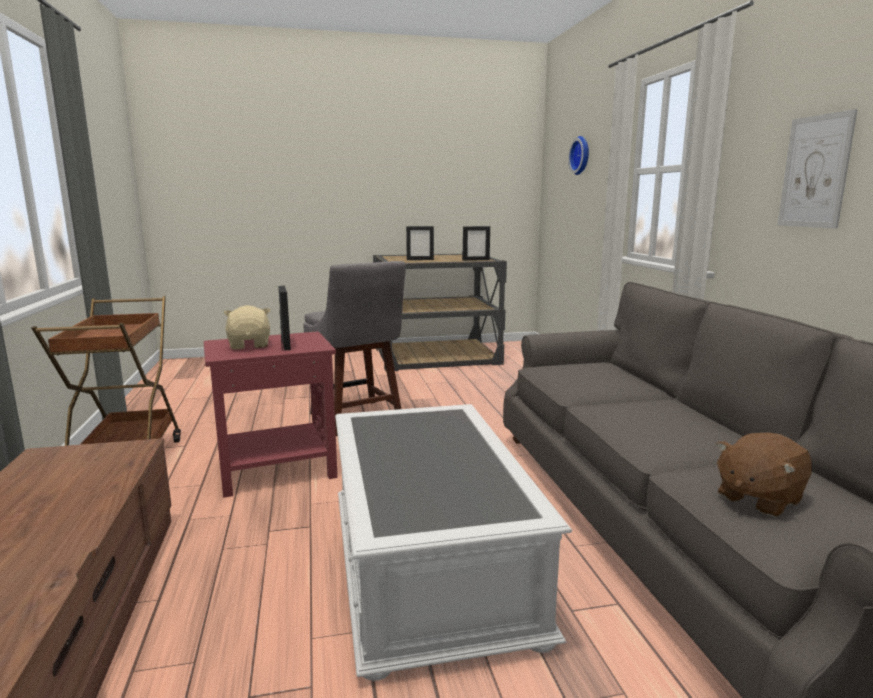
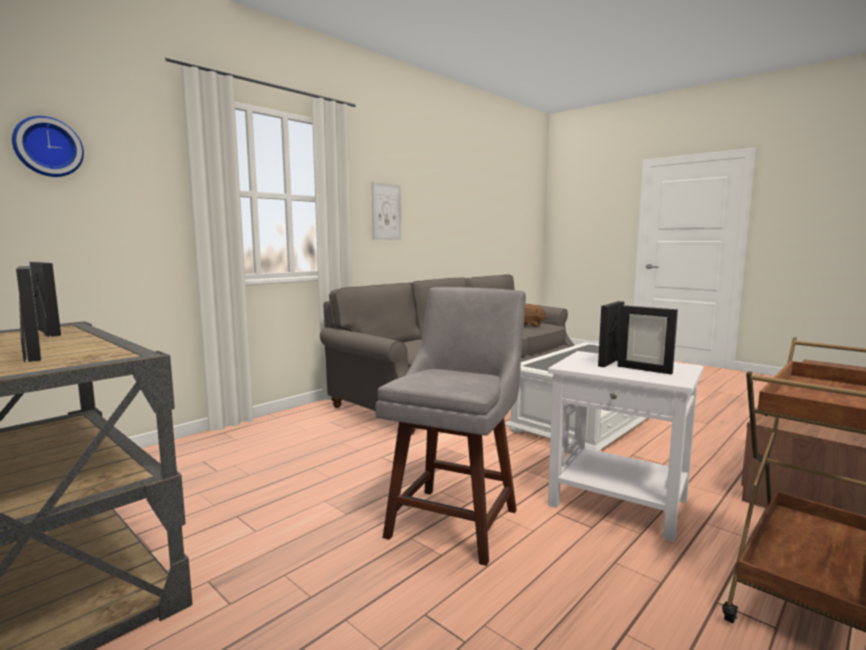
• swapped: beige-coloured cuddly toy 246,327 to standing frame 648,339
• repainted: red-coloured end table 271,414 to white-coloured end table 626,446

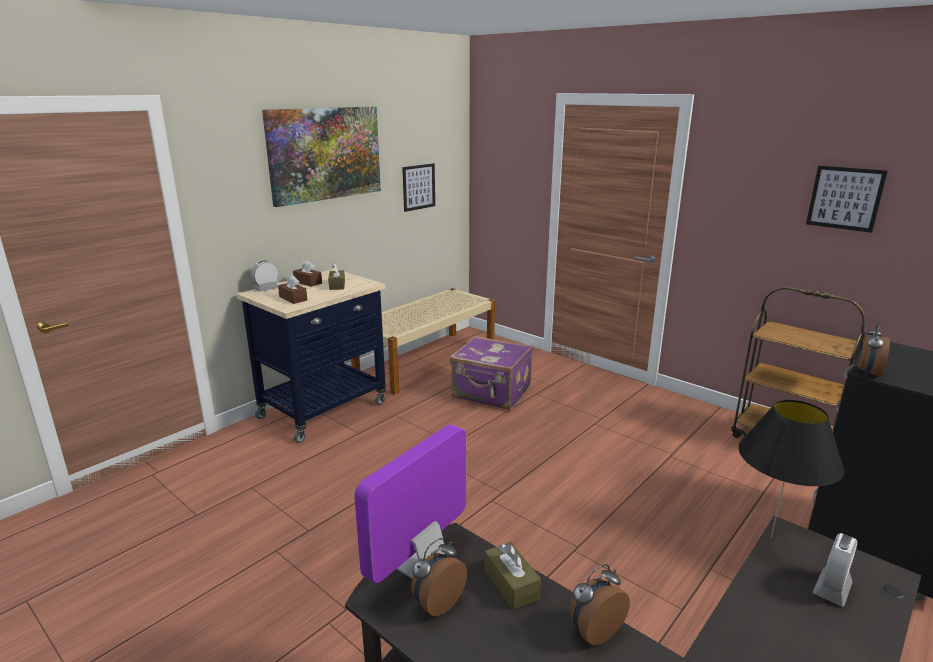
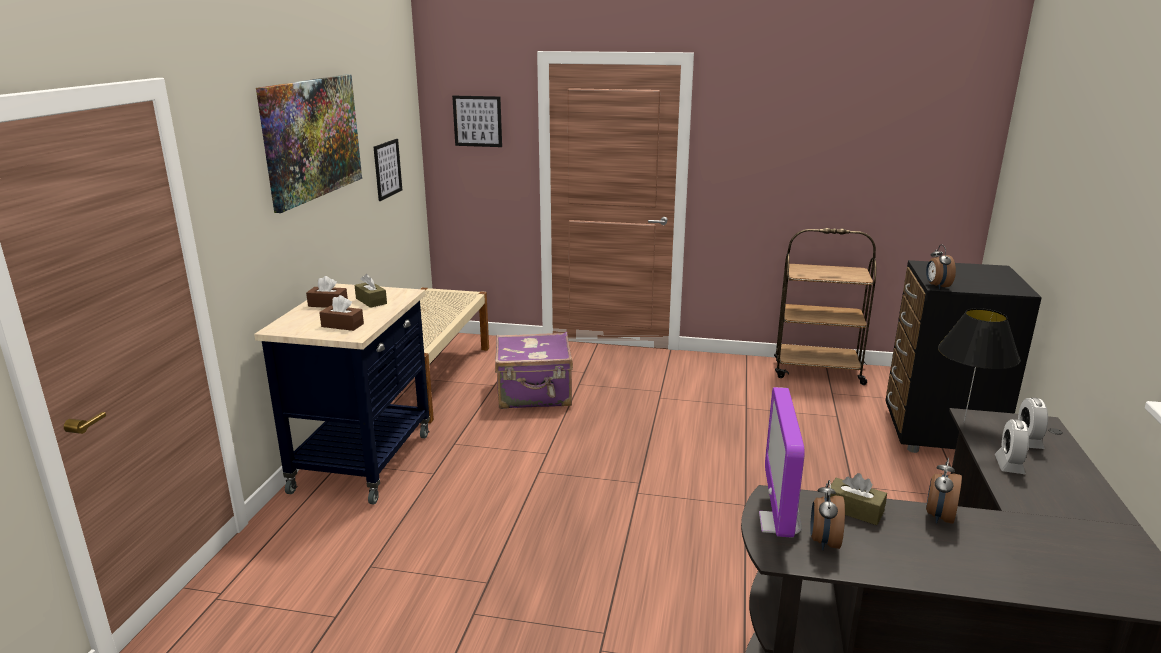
• shifted: wall picture 847,199 to 477,121
• shifted: table clock 264,276 to 1012,446

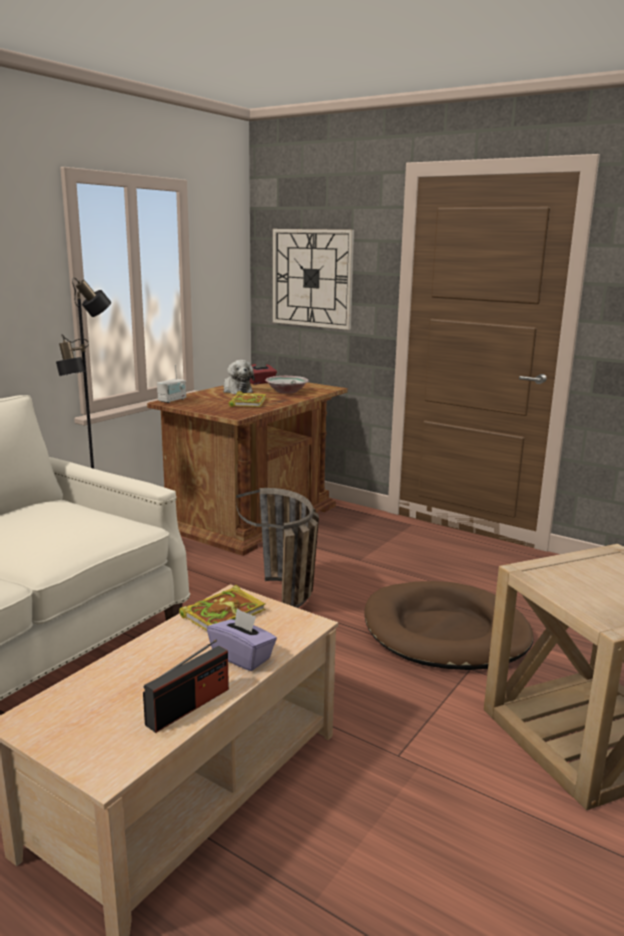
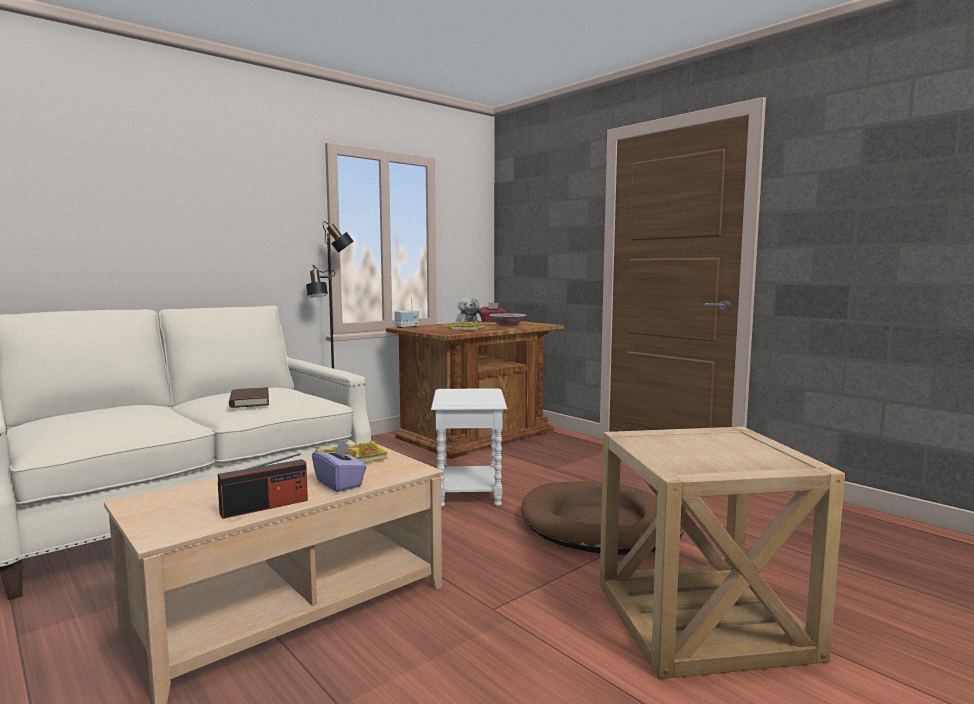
• gone: wall clock 313,279
• swapped: household basket 277,548 to white-coloured end table 469,447
• new: brownish bound book 249,397

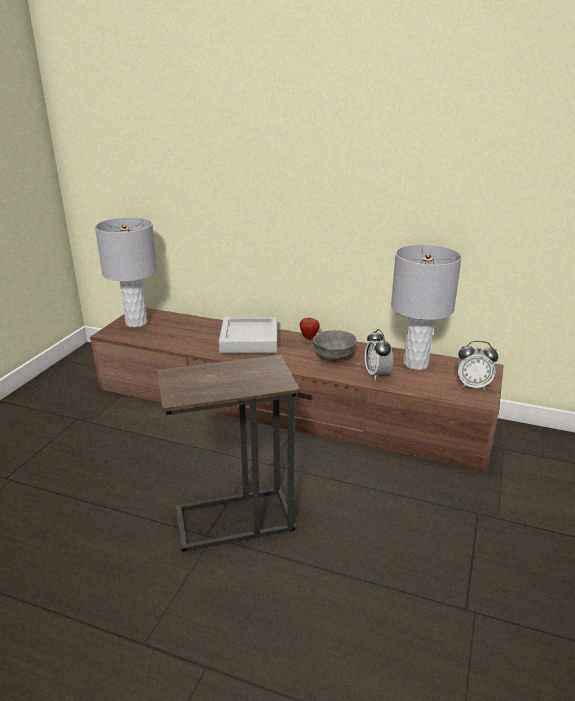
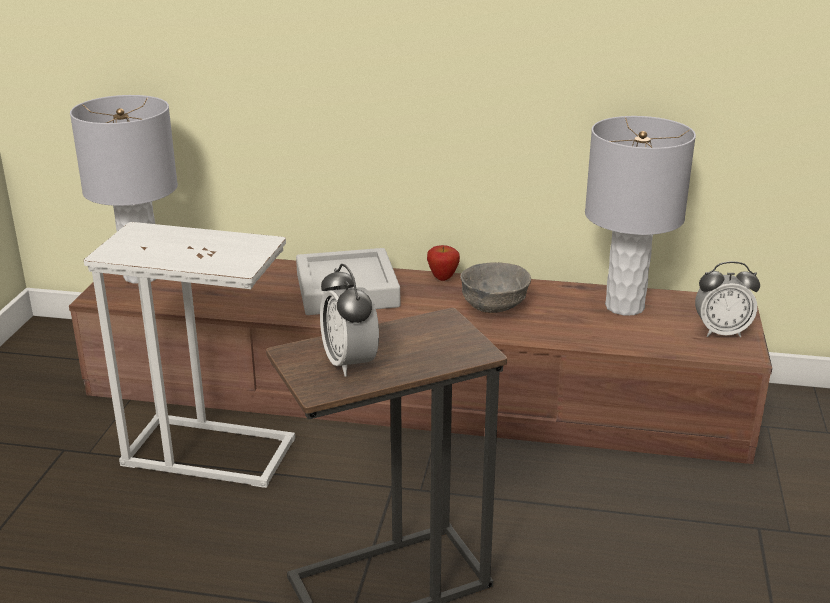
• shifted: table clock 379,354 to 349,320
• new: white-coloured end table 189,355

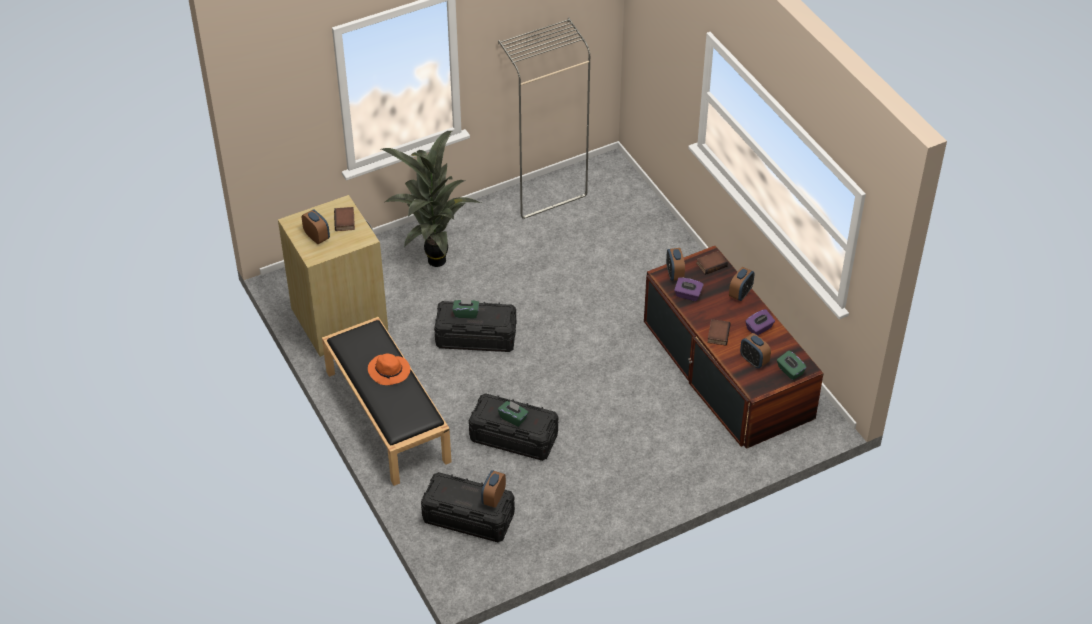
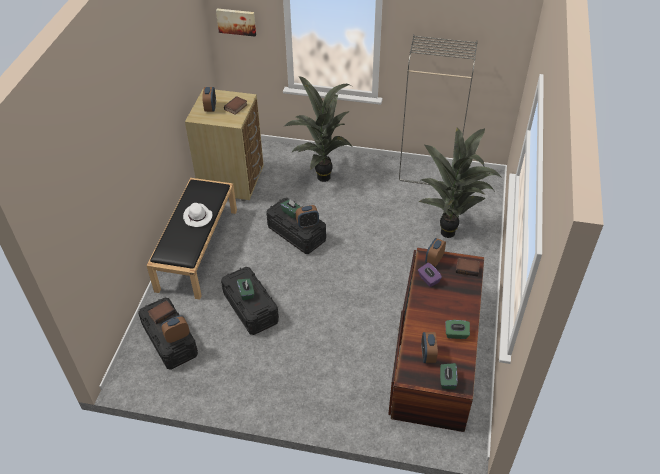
• shifted: table clock 742,284 to 307,216
• repainted: purple box of tissues 760,322 to green-coloured box of tissues 457,329
• shifted: bound book 719,332 to 162,312
• repainted: orangey wearable hat 389,369 to white-coloured wearable hat 197,215
• new: wall picture 236,22
• new: plant in a pot 460,183

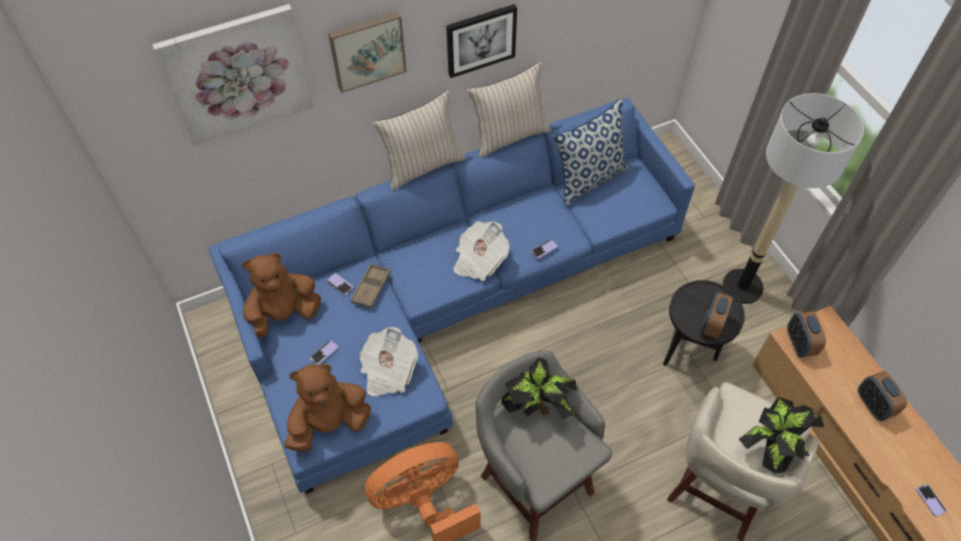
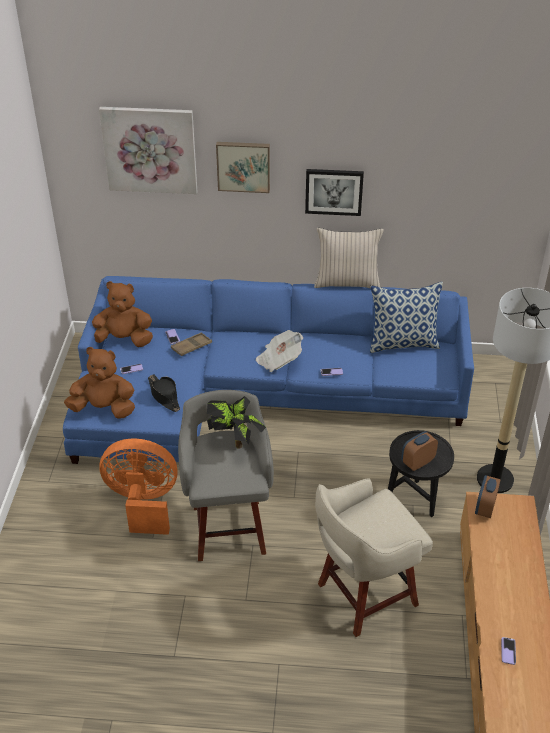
• gone: beige-coloured cushion 419,140
• swapped: newspaper 388,361 to black wearable hat 164,393
• gone: table clock 882,396
• gone: plant in a pot 781,435

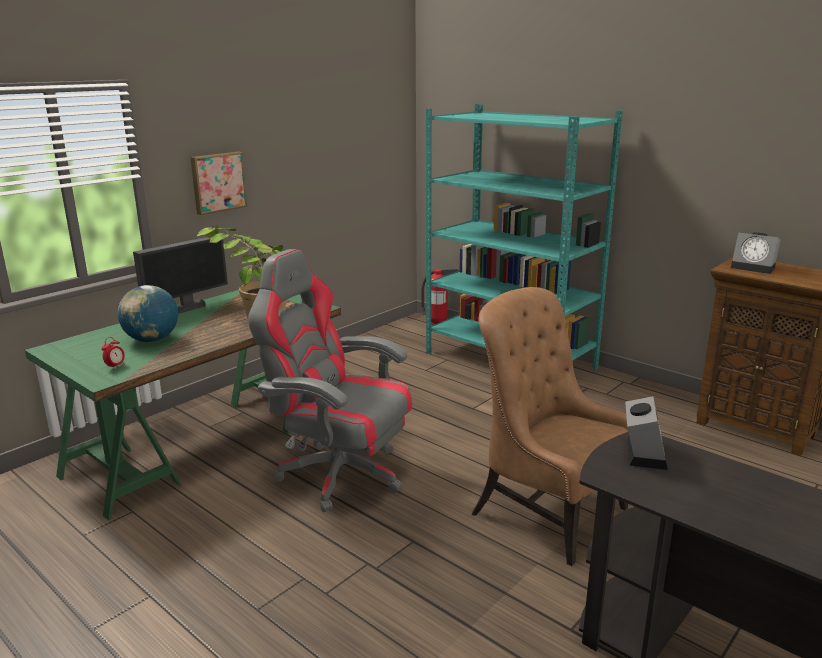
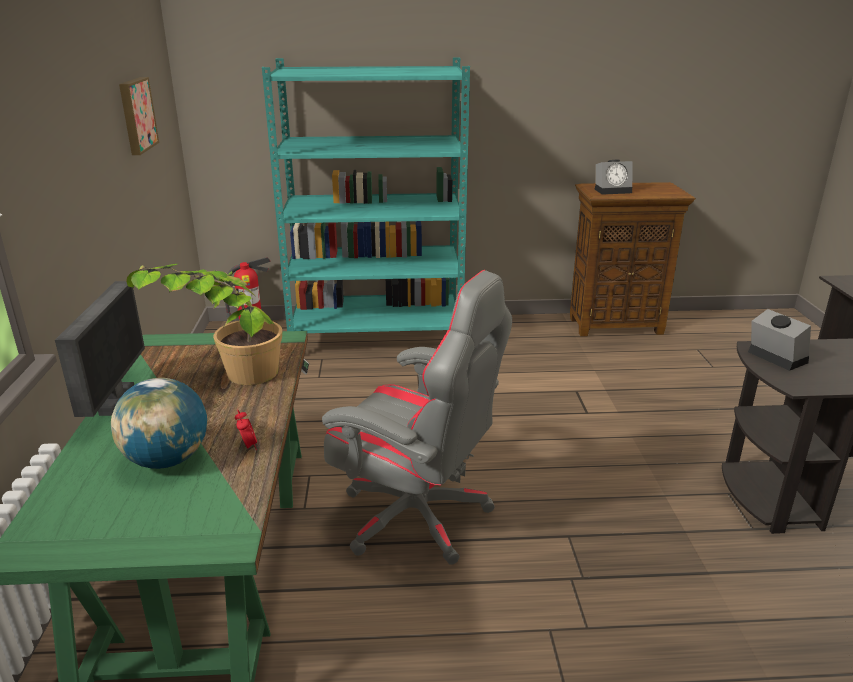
• shifted: wall picture 218,183 to 139,116
• rotated: grey office chair 330,381 = 417,417 135 degrees counterclockwise
• gone: brownish plain chair 550,426
• shifted: table clock 113,353 to 246,430

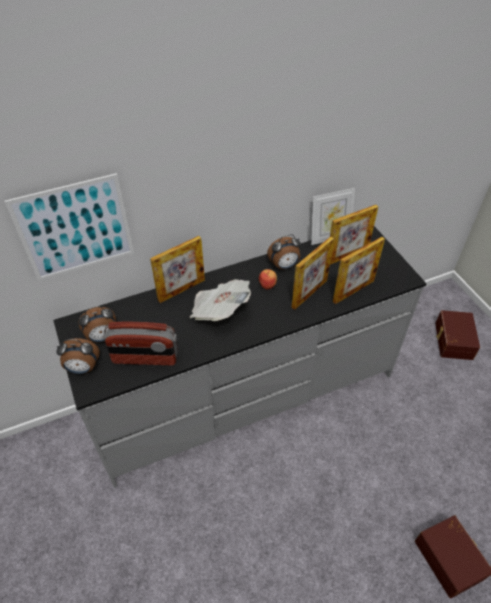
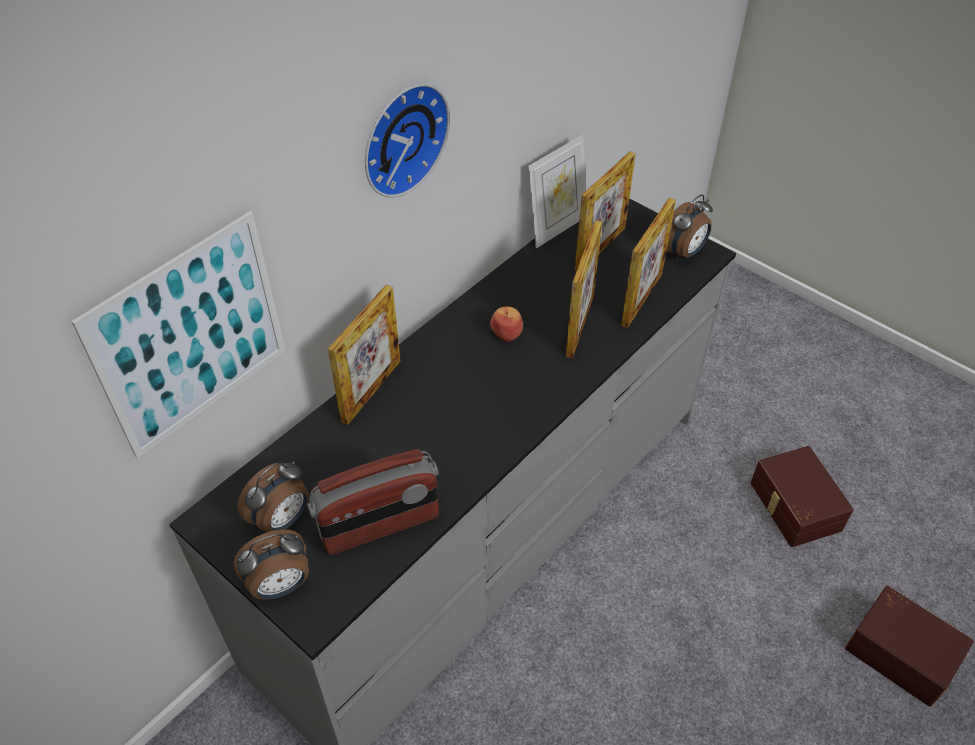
• shifted: table clock 284,251 to 690,228
• gone: newspaper 220,300
• shifted: brownish storage box 457,335 to 802,496
• new: wall clock 407,140

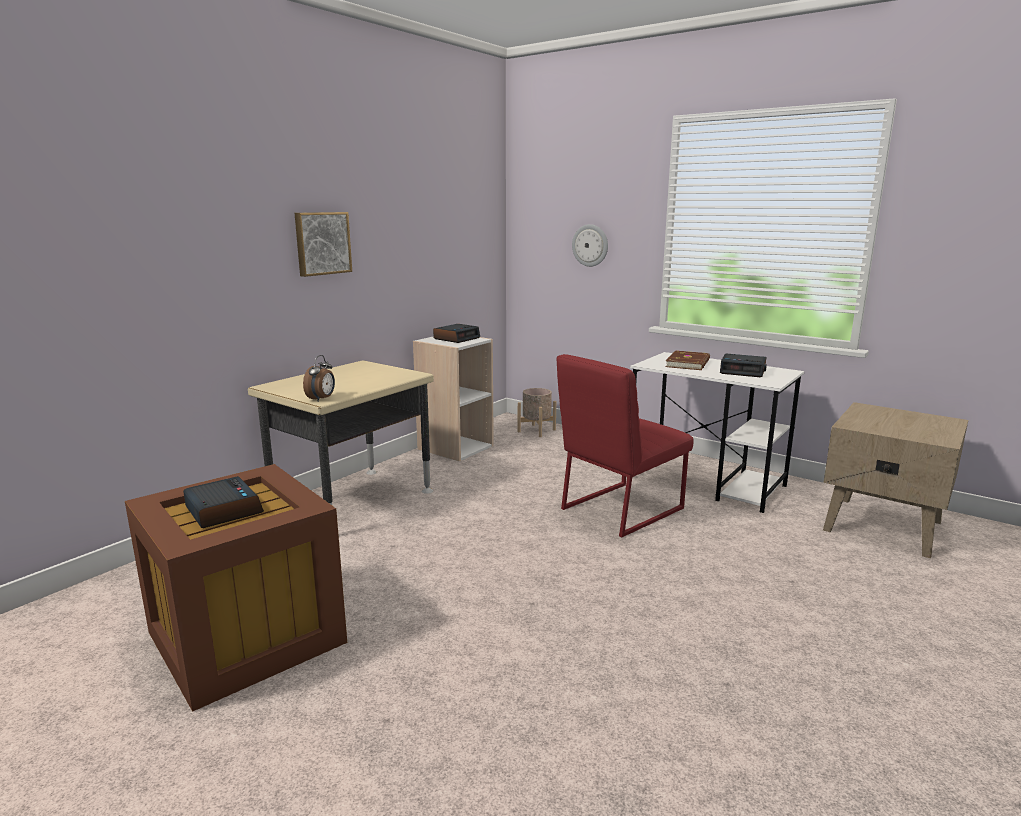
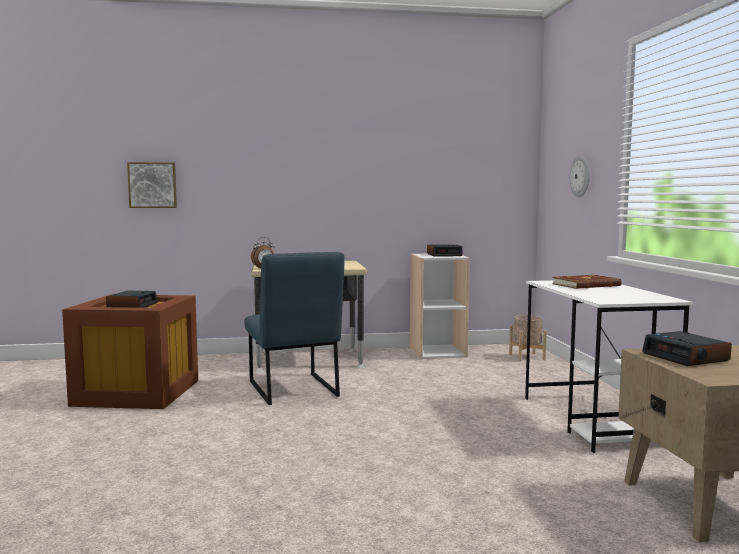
• shifted: wall picture 323,244 to 152,185
• shifted: table clock 743,365 to 687,348
• gone: red-coloured plain chair 625,445
• new: blue plain chair 295,328

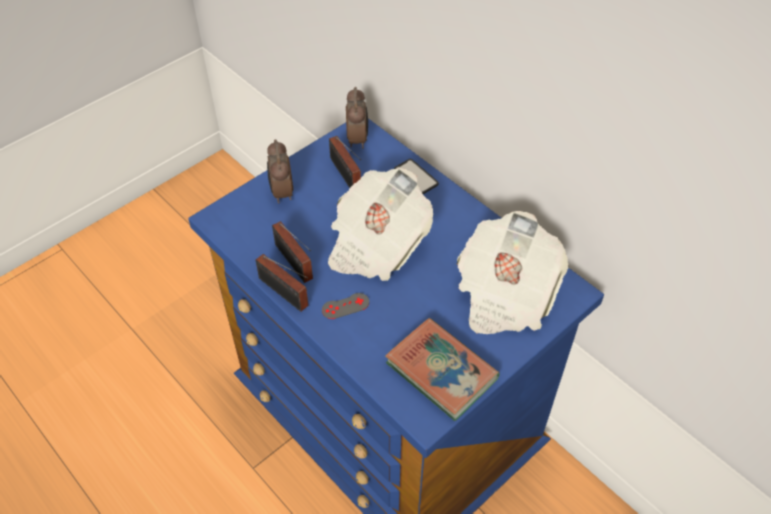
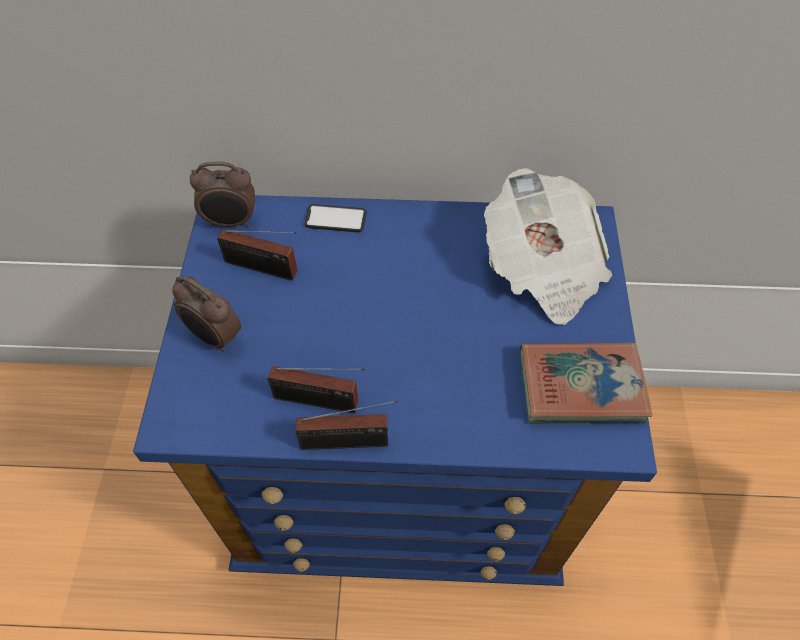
• rotated: table clock 357,118 = 222,195 135 degrees clockwise
• gone: newspaper 380,224
• gone: grey joypad 345,306

